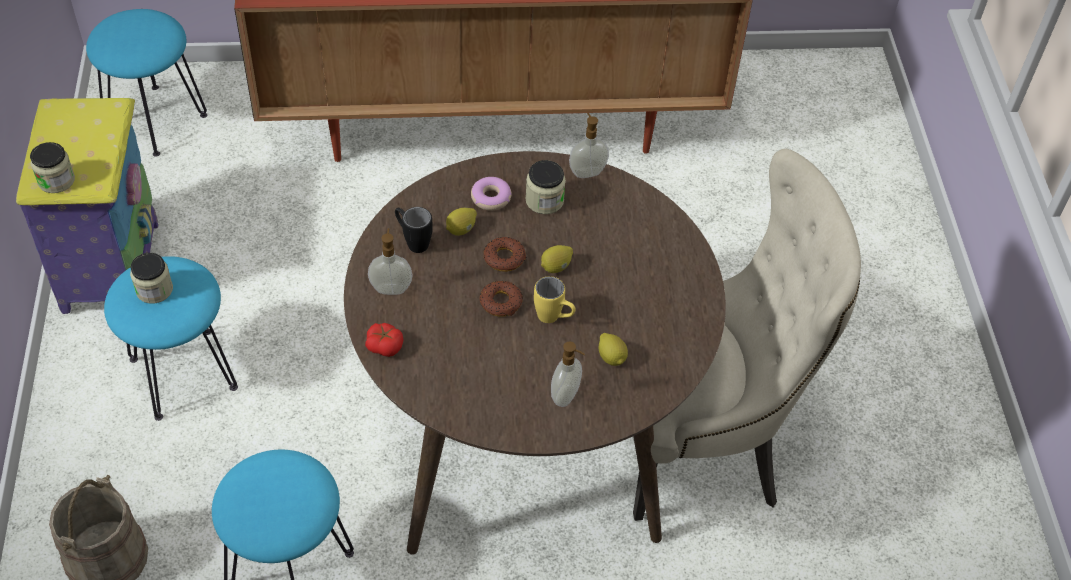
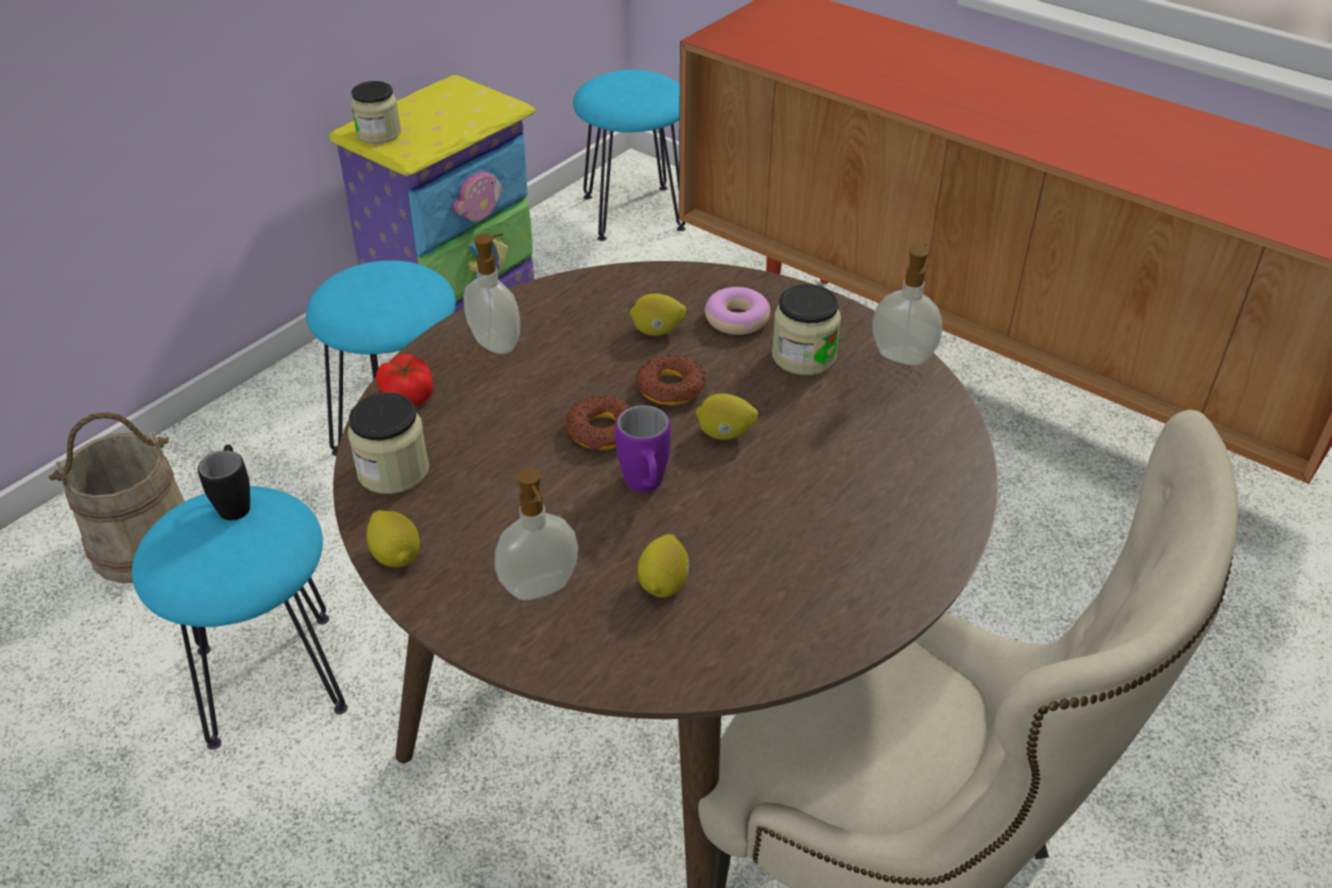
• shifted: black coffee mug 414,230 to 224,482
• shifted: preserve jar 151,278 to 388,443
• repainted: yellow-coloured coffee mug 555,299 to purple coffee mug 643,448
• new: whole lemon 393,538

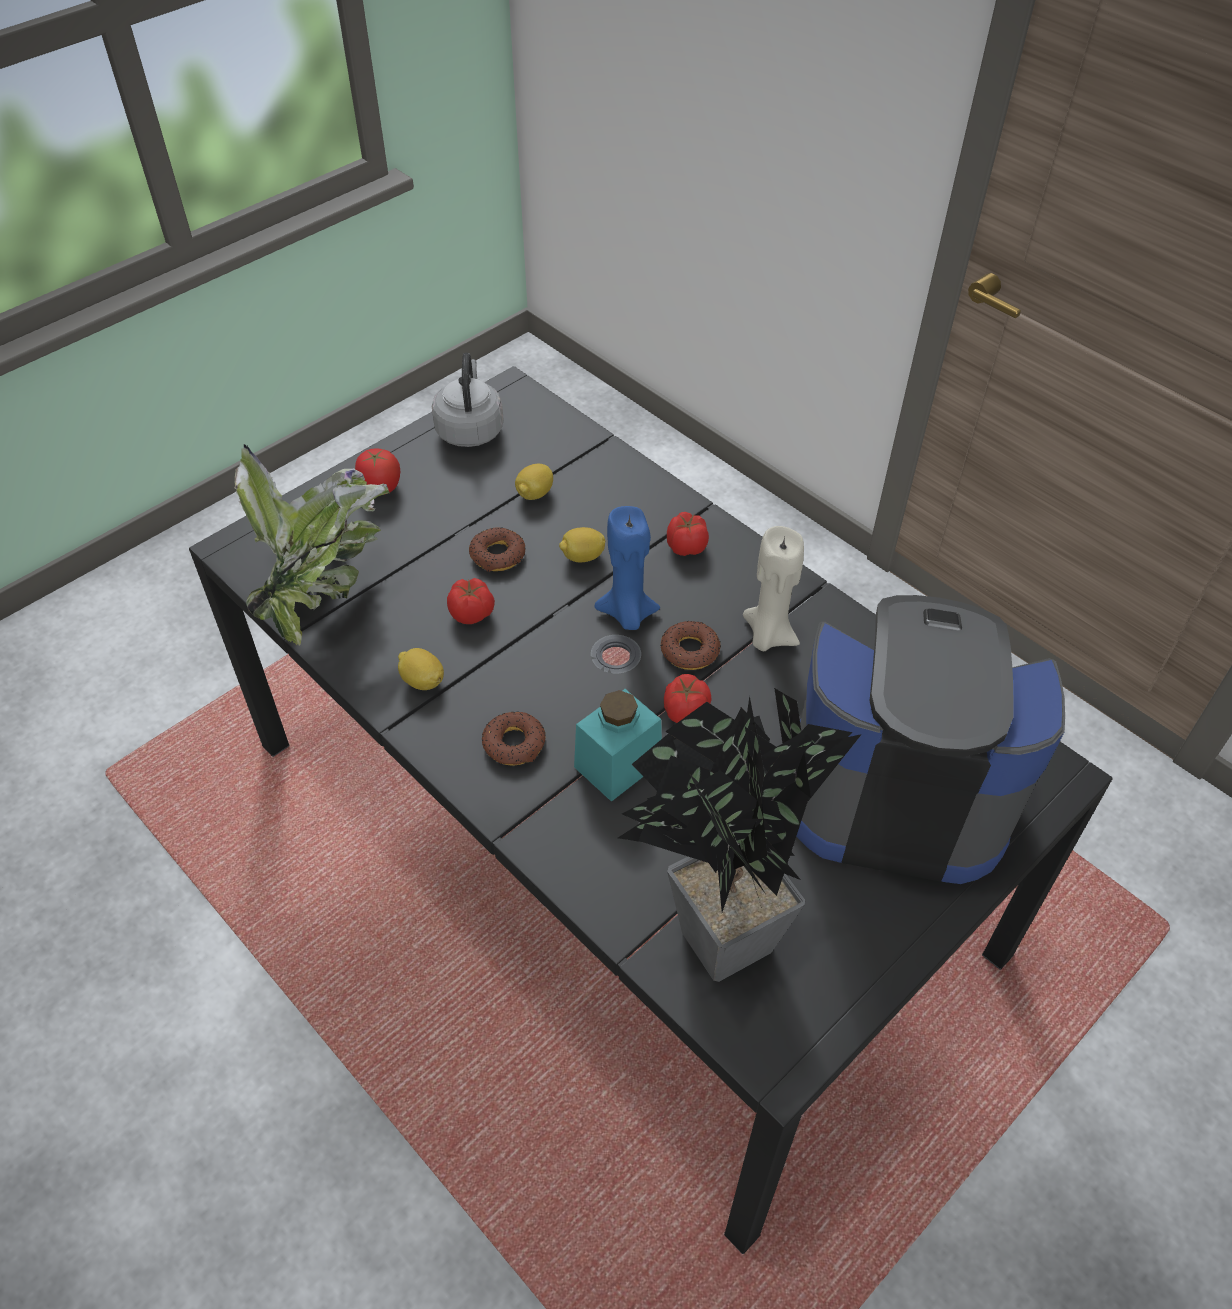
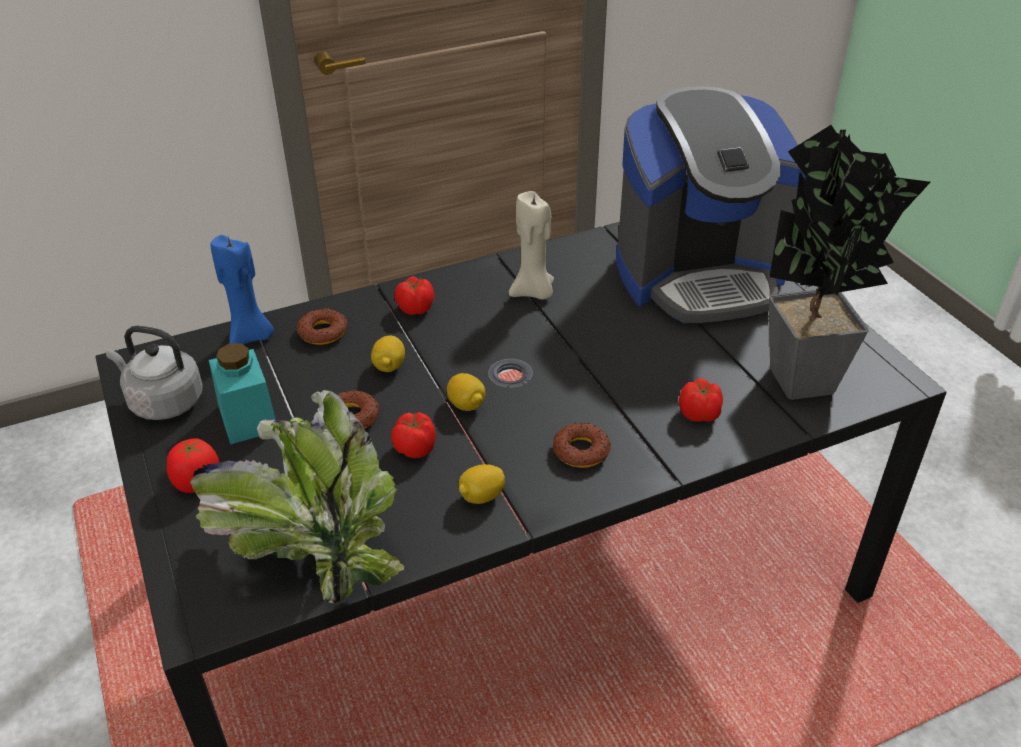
• shifted: whole lemon 534,481 to 466,392
• shifted: blue candle 627,568 to 242,290
• rotated: coffee machine 930,739 = 711,204 135 degrees counterclockwise
• shifted: ring doughnut 691,645 to 321,326
• shifted: tomato 688,698 to 701,400
• shifted: blue-green preserve jar 618,745 to 242,393

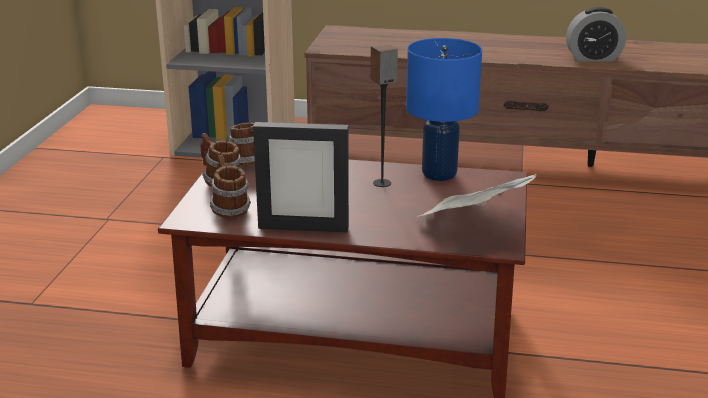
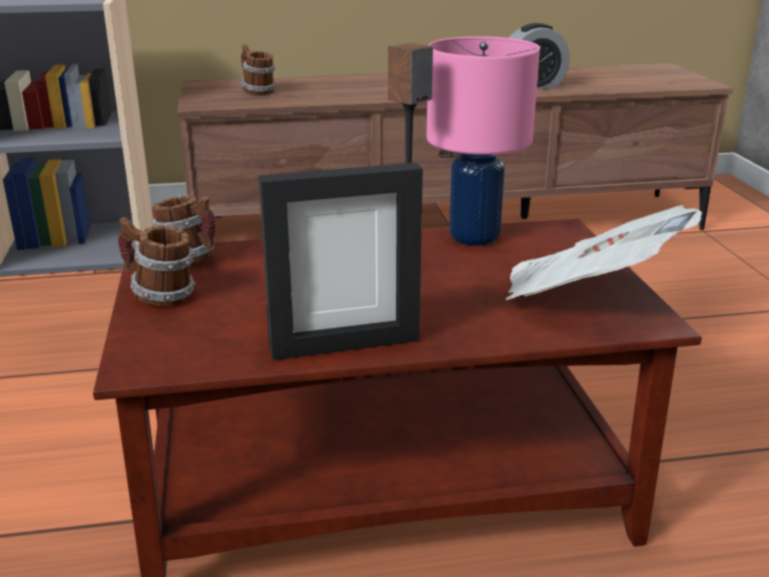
• repainted: blue table lamp 444,109 to pinkish table lamp 483,141
• shifted: coffee mug 230,186 to 258,69

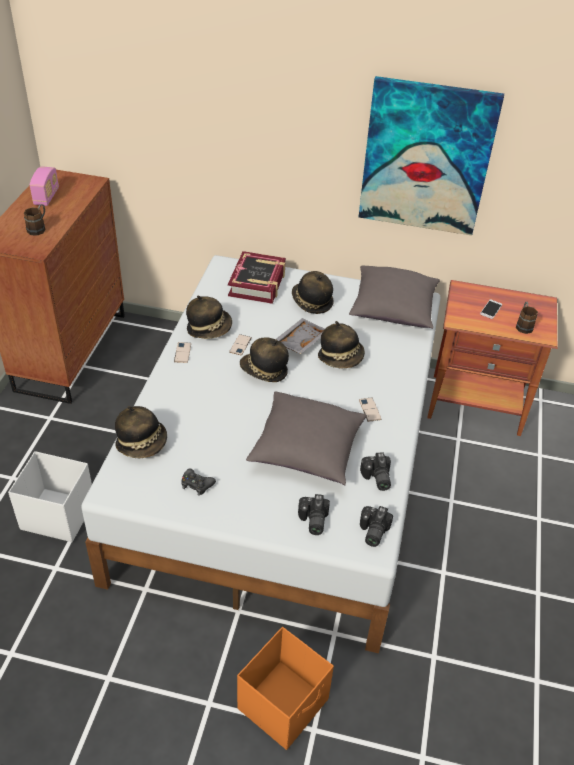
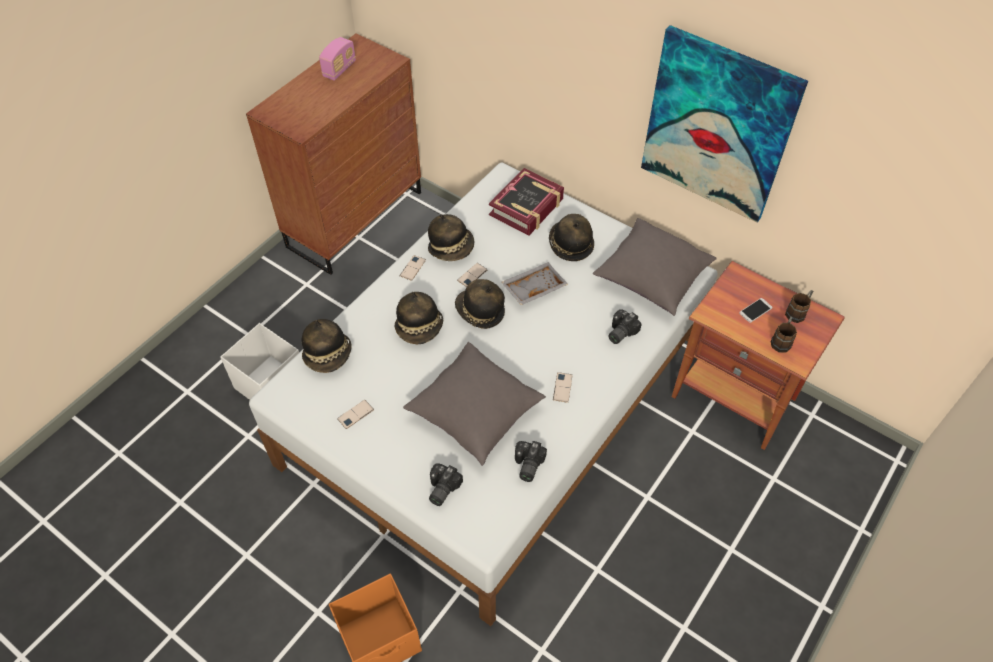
• shifted: brownish coffee mug 34,219 to 799,306
• shifted: wearable hat 341,344 to 419,318
• swapped: black joypad 198,482 to phone 355,414
• shifted: still camera 376,526 to 625,326

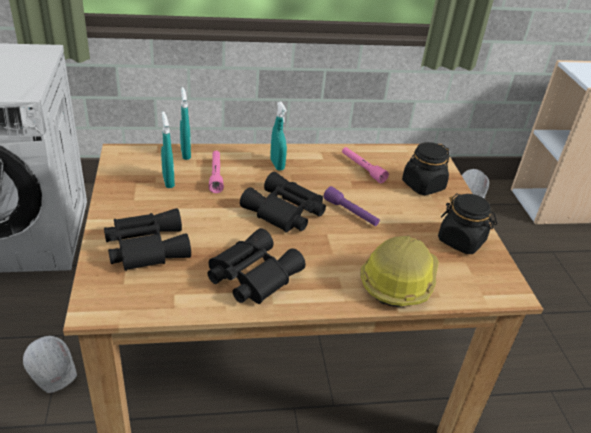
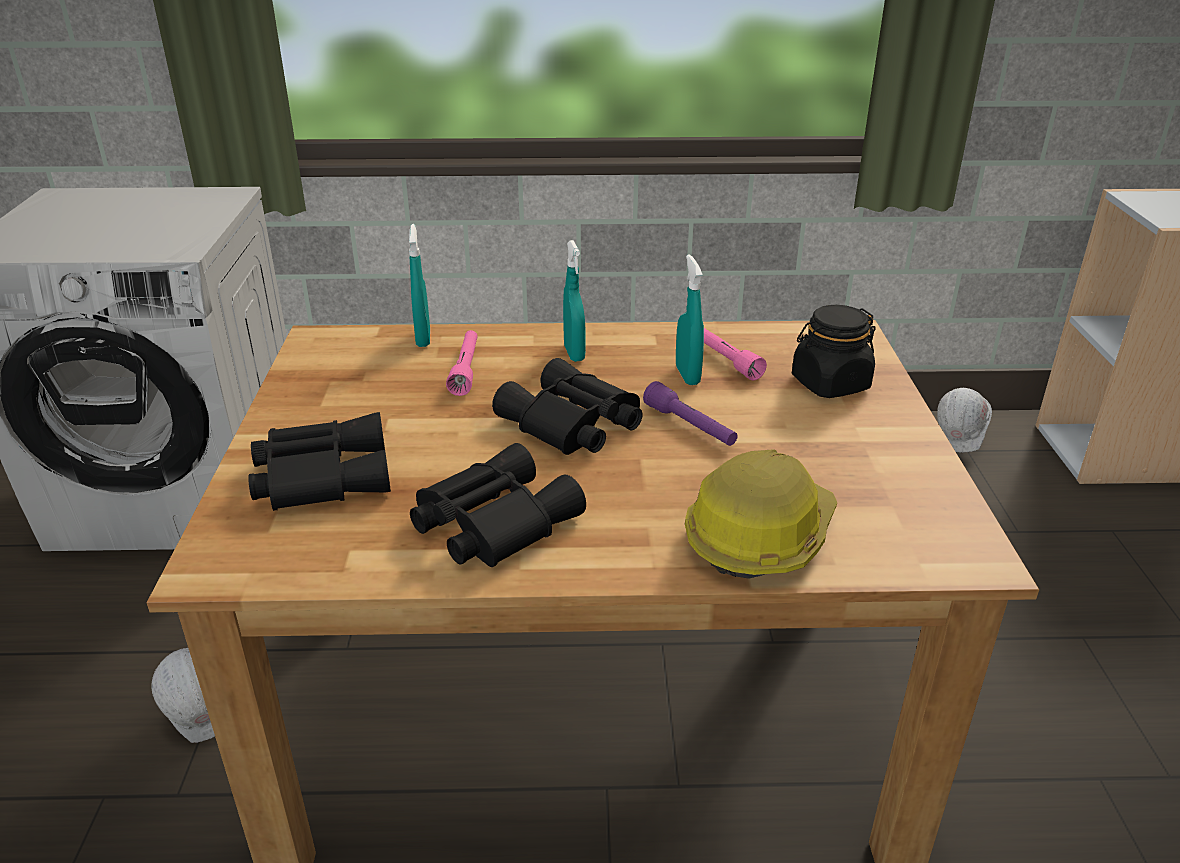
• shifted: blue-green hand sprayer 168,150 to 690,319
• gone: black preserve jar 467,223

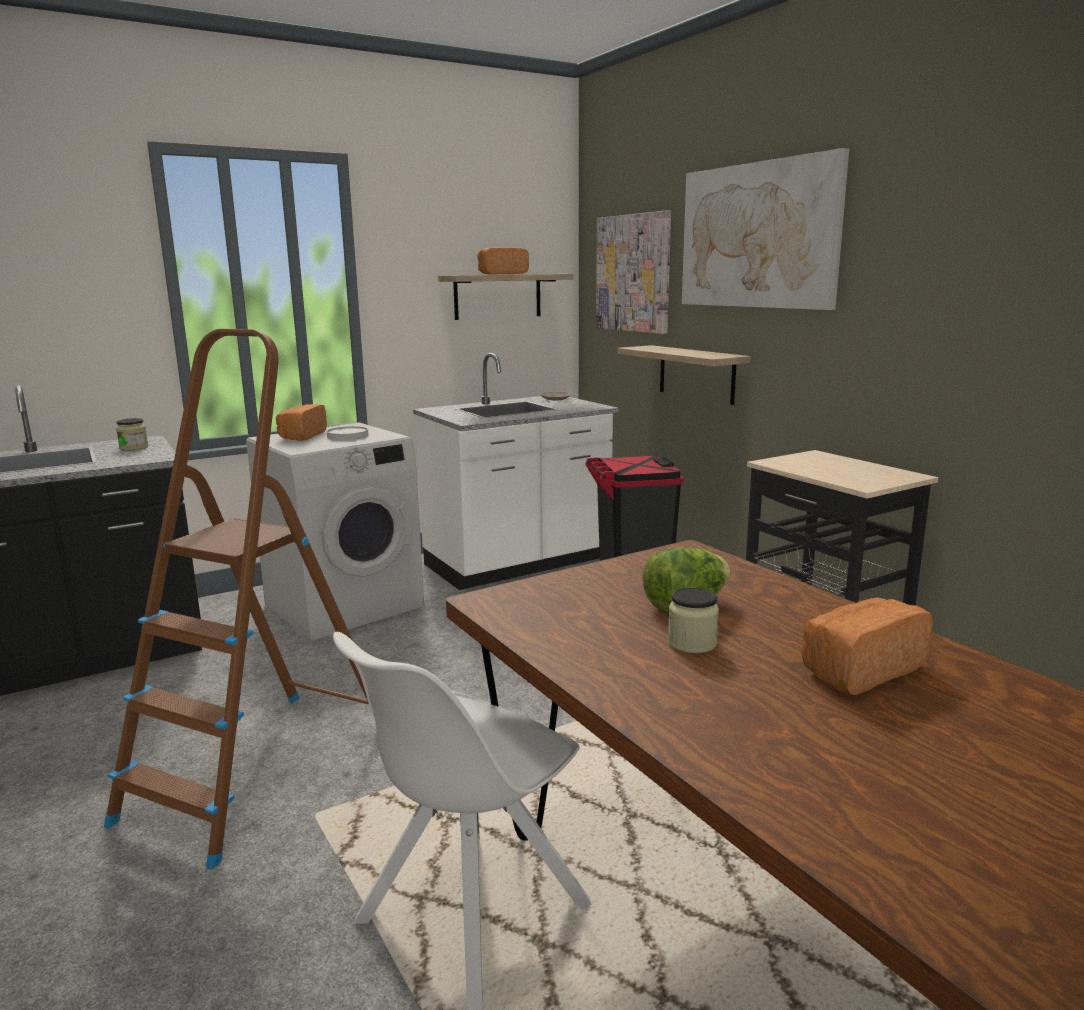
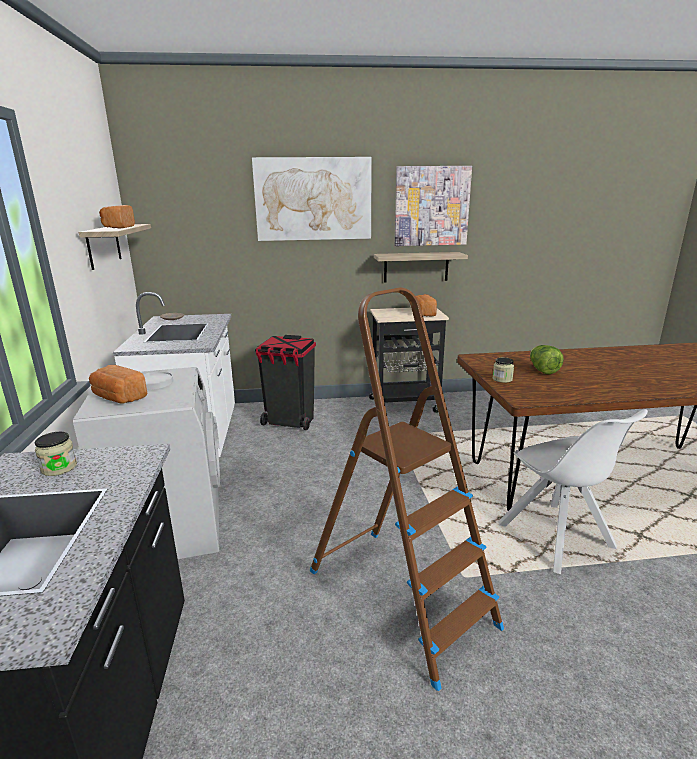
• shifted: wall picture 633,272 to 433,206
• shifted: shelf 683,375 to 421,267
• shifted: preserve jar 693,620 to 503,370
• shifted: bread 867,646 to 426,305

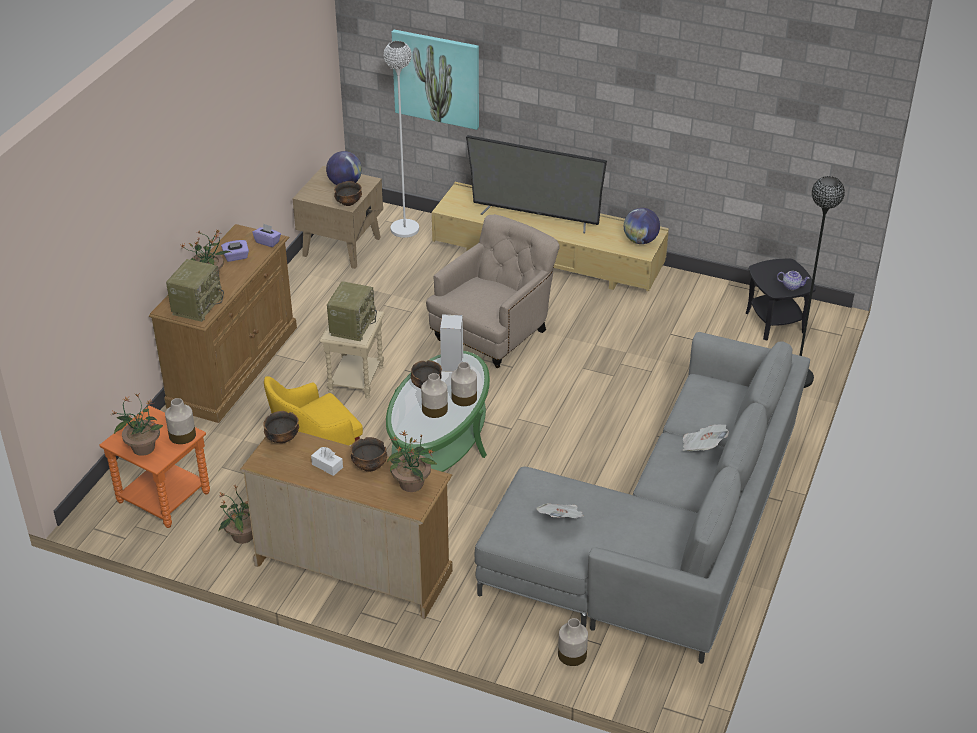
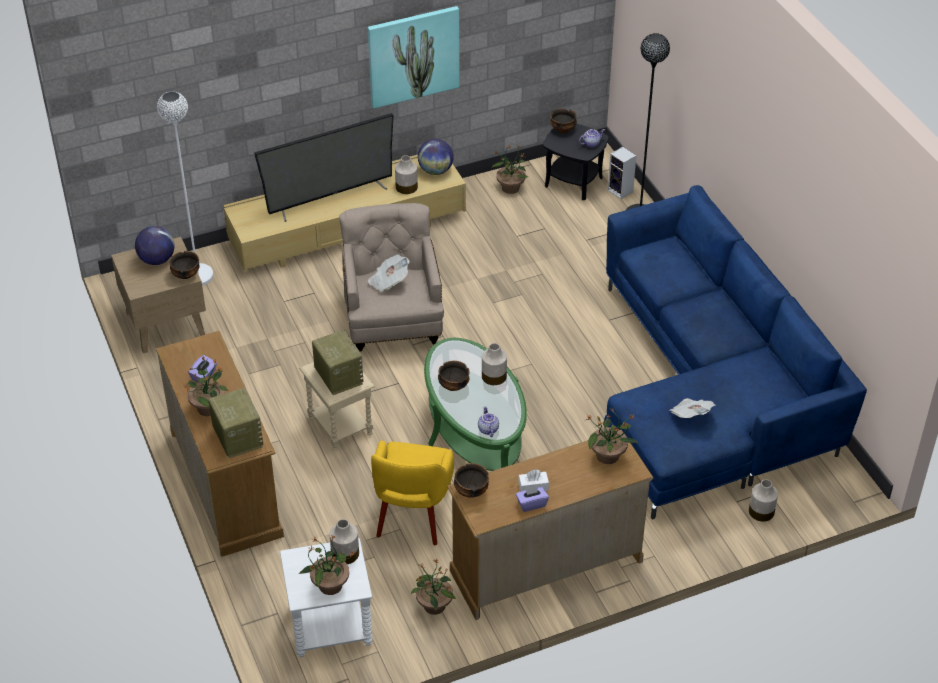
• shifted: wall picture 435,80 to 414,57
• shifted: purple box of tissues 267,235 to 532,499
• shifted: speaker 451,343 to 622,173
• repainted: grey settee 642,498 to blue settee 735,352
• shifted: beige-coloured decorative vase 434,395 to 406,174
• repainted: orangey end table 154,467 to white-coloured end table 326,597
• shifted: newspaper 706,437 to 389,273
• shifted: deep dish 369,454 to 563,120
• new: plant in a pot 510,169
• new: teapot 488,421

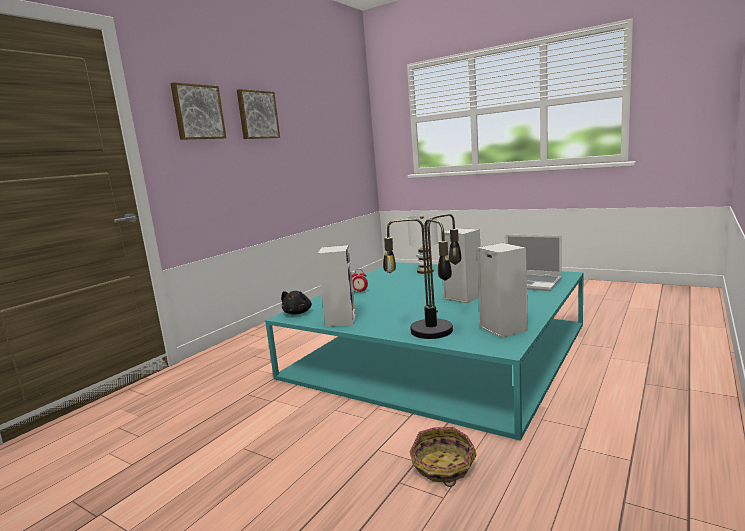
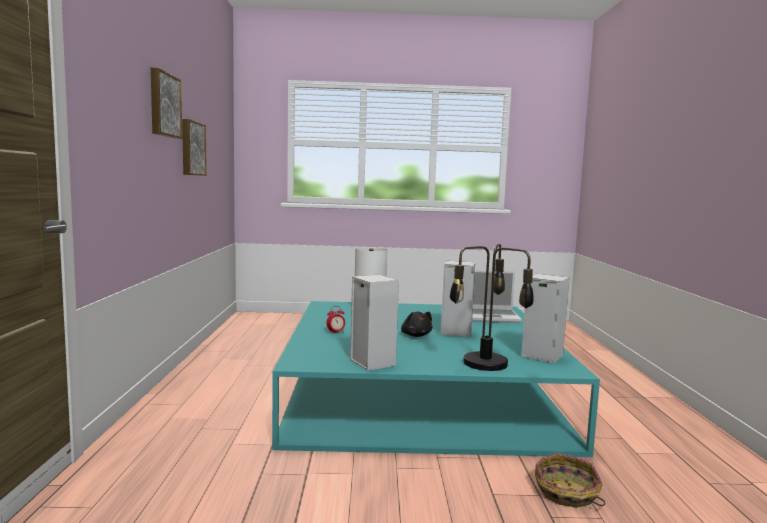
• shifted: wall picture 198,111 to 194,147
• shifted: black cuddly toy 296,303 to 416,324

